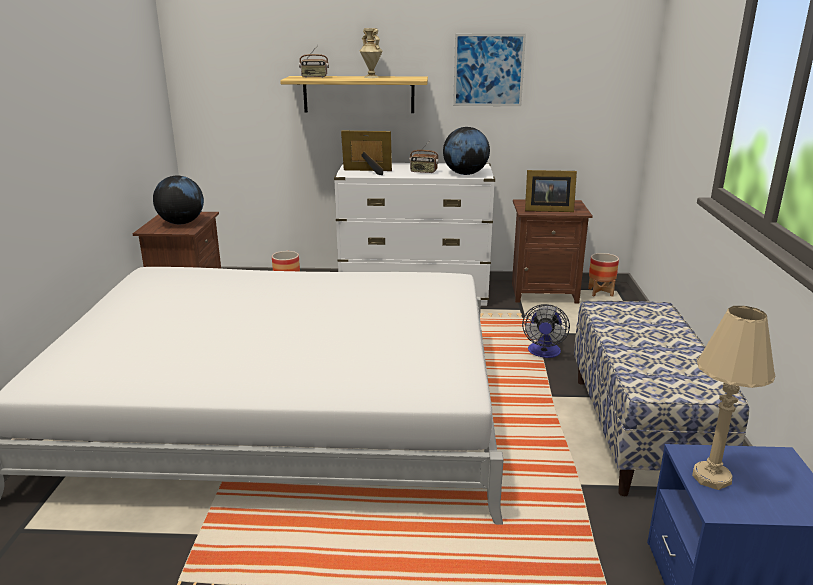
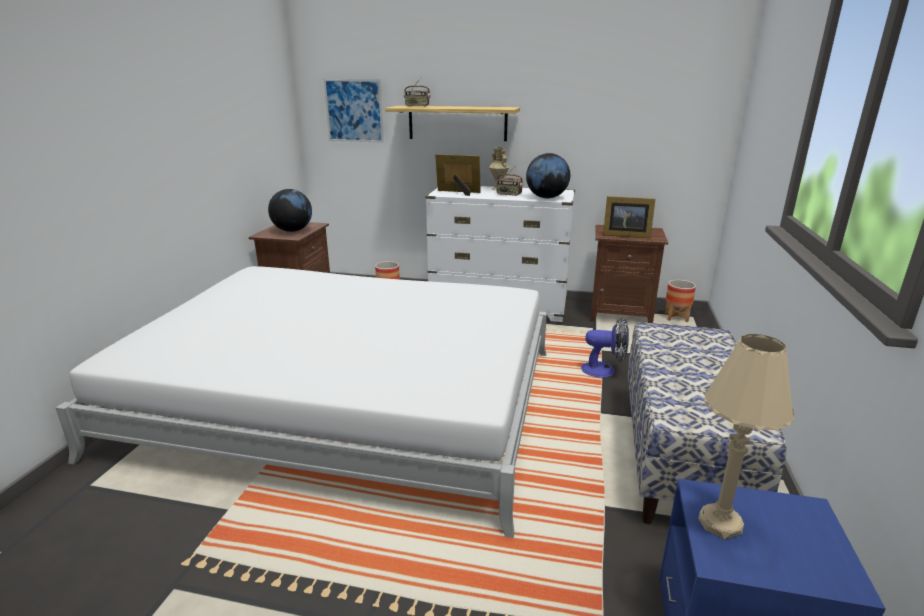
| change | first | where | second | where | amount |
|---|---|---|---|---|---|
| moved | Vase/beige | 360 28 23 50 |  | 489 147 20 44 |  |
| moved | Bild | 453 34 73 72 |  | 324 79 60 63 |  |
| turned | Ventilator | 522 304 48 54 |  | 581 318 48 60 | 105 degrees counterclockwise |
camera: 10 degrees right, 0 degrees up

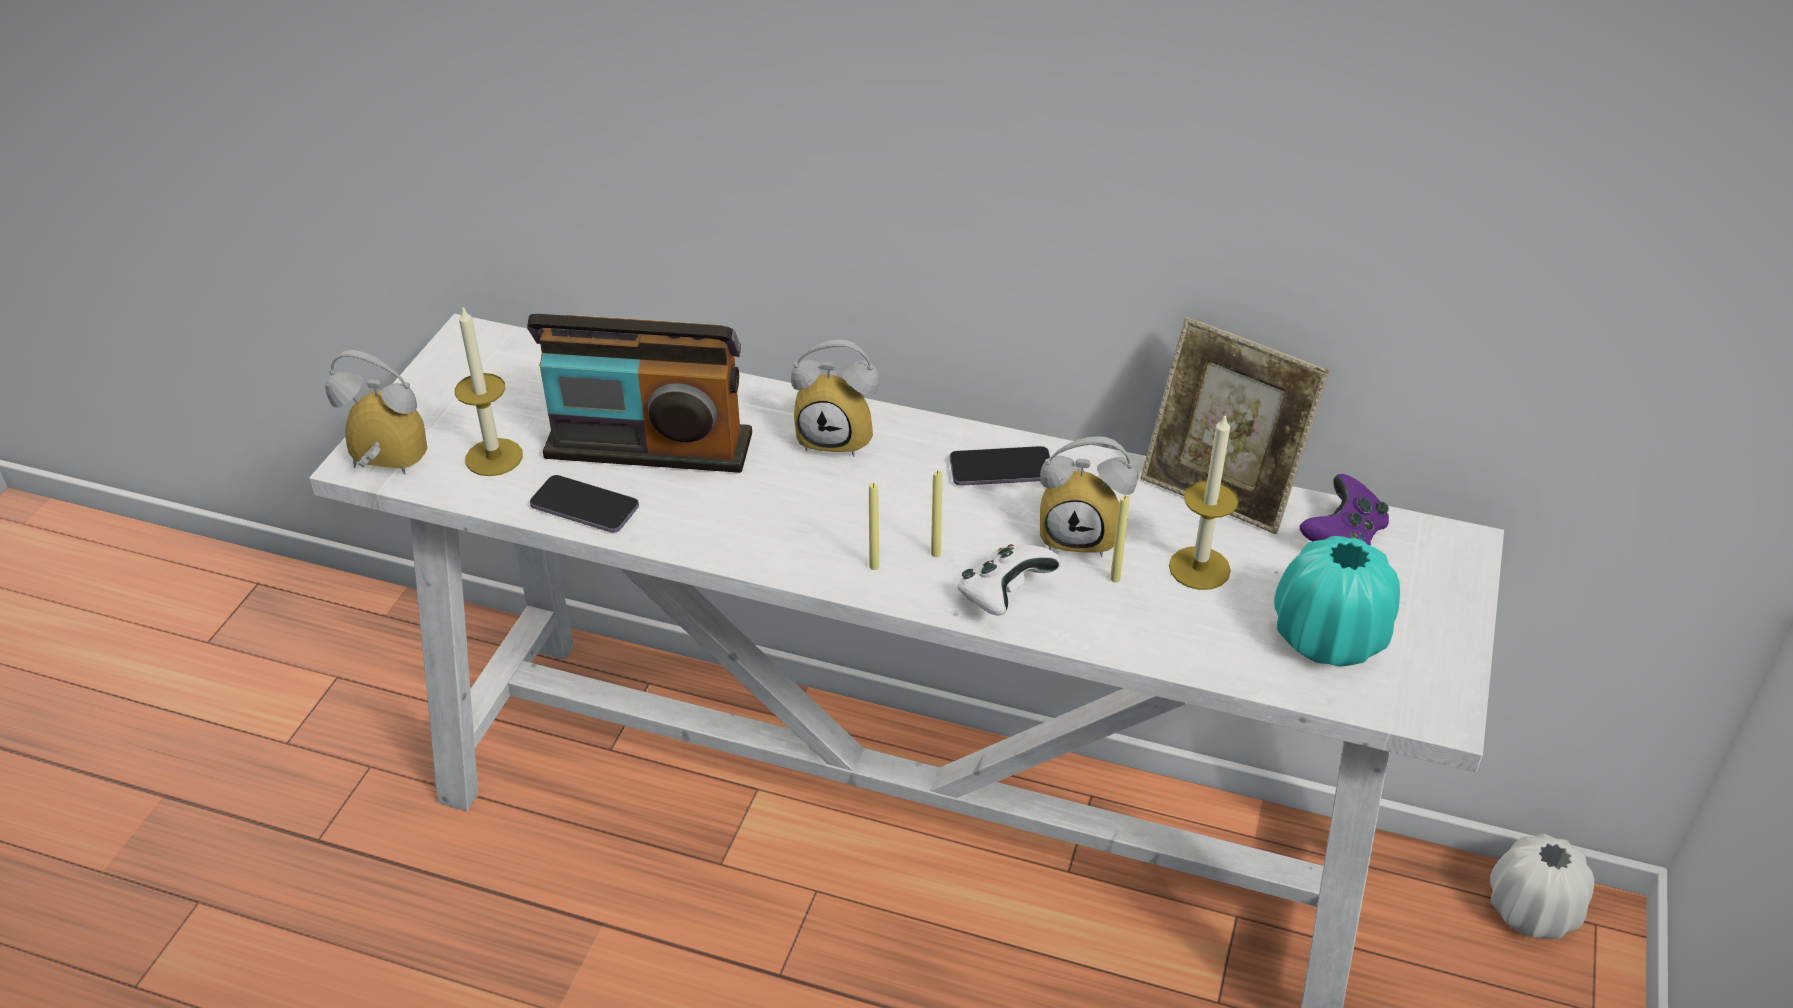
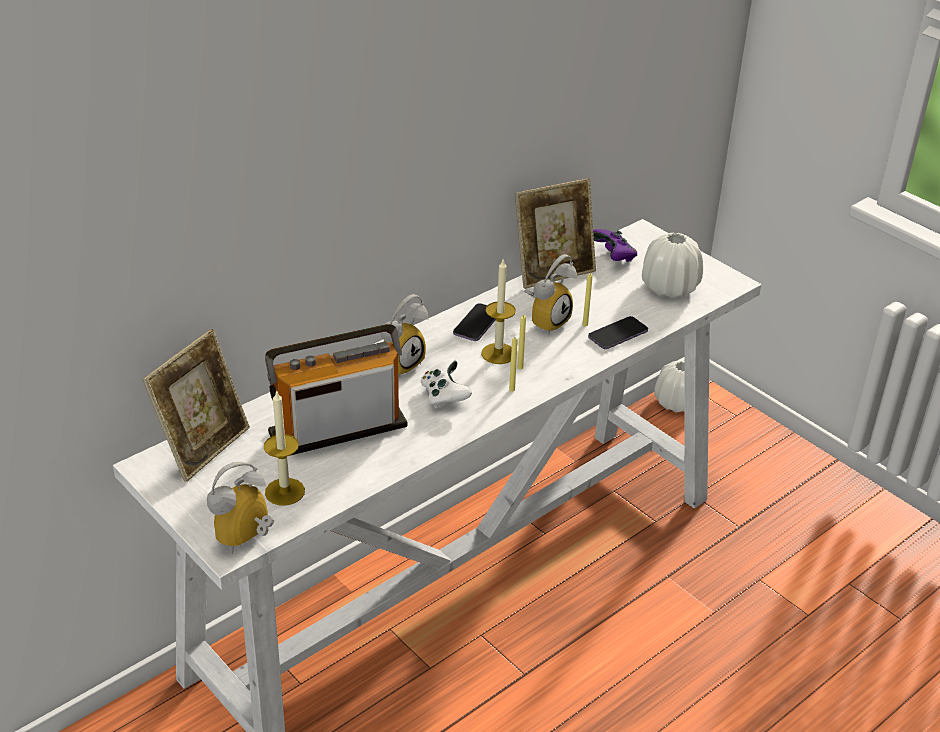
| change | first | where | second | where | amount |
|---|---|---|---|---|---|
| turned | Radio | 527 314 225 159 |  | 265 324 142 131 | 150 degrees counterclockwise |
| moved | Kerze | 1169 413 70 177 |  | 481 260 35 104 |  |
| moved | Handy | 530 475 109 58 |  | 588 316 60 33 |  |
| recoloured | Vase/türkis | 1274 536 126 131 | Vase/weiß | 642 233 61 65 |  |
| moved | Gamepad/weiß | 957 544 104 72 |  | 421 359 51 49 |  |
| added |  |  | Bilderrahmen | 143 329 107 153 |  |
camera: 60 degrees left, 5 degrees down

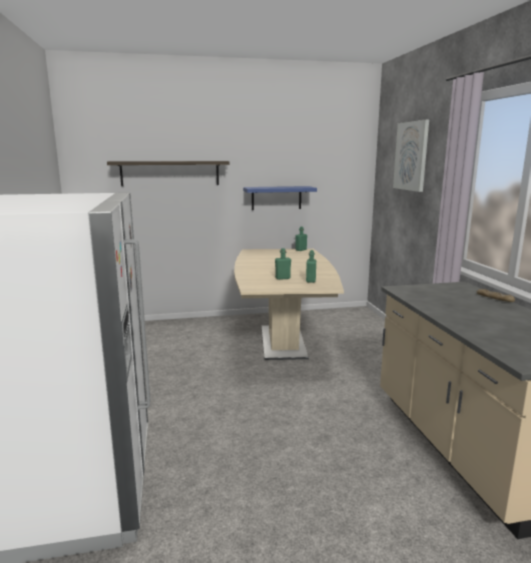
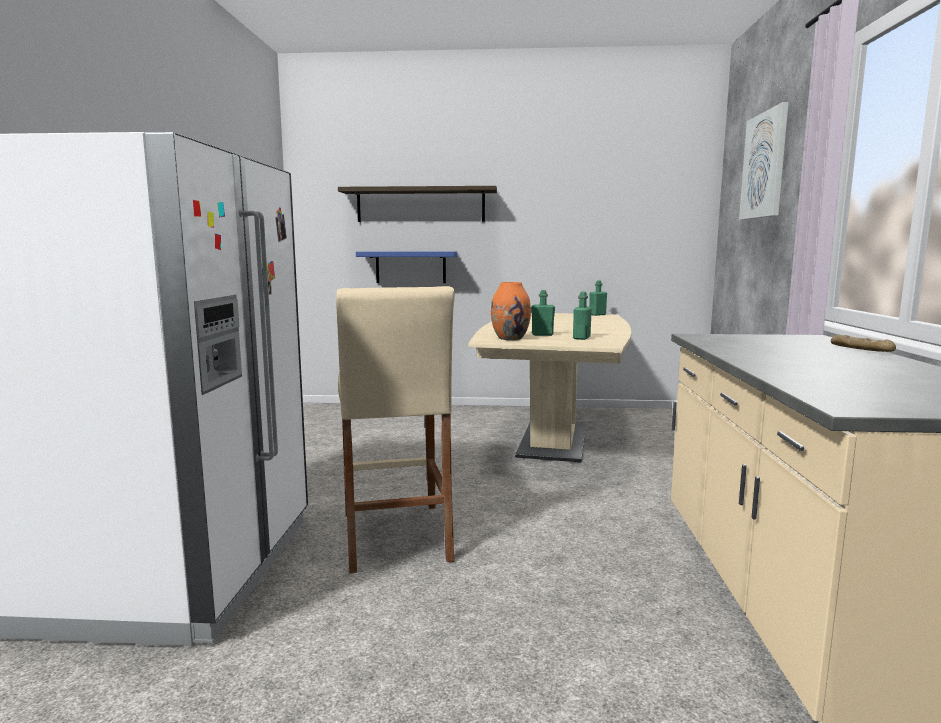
| change | first | where | second | where | amount |
|---|---|---|---|---|---|
| moved | Wandregal/blau | 243 186 74 24 |  | 356 252 101 31 |  |
| added |  |  | Vase/orange | 491 282 40 58 |  |
| added |  |  | Hocker/beige | 336 286 119 287 |  |
camera: 15 degrees right, 5 degrees down

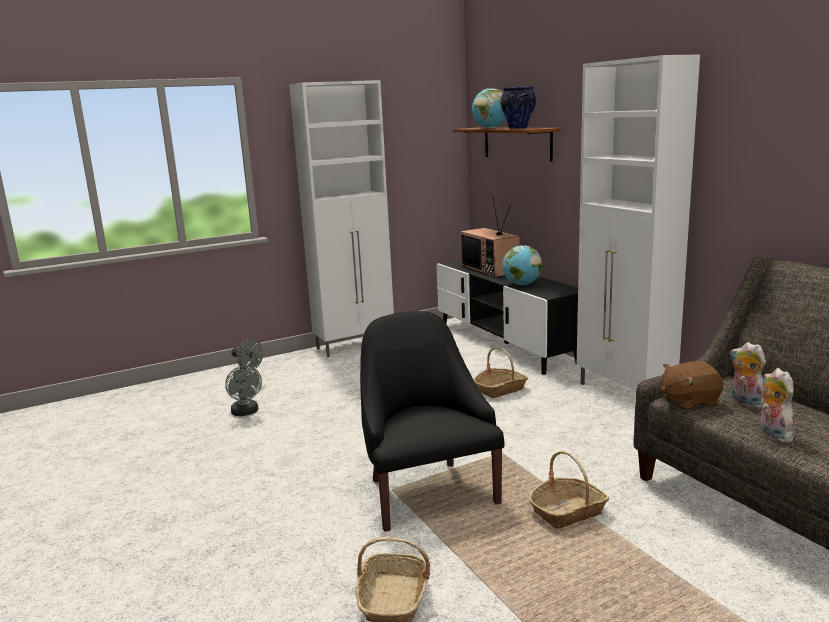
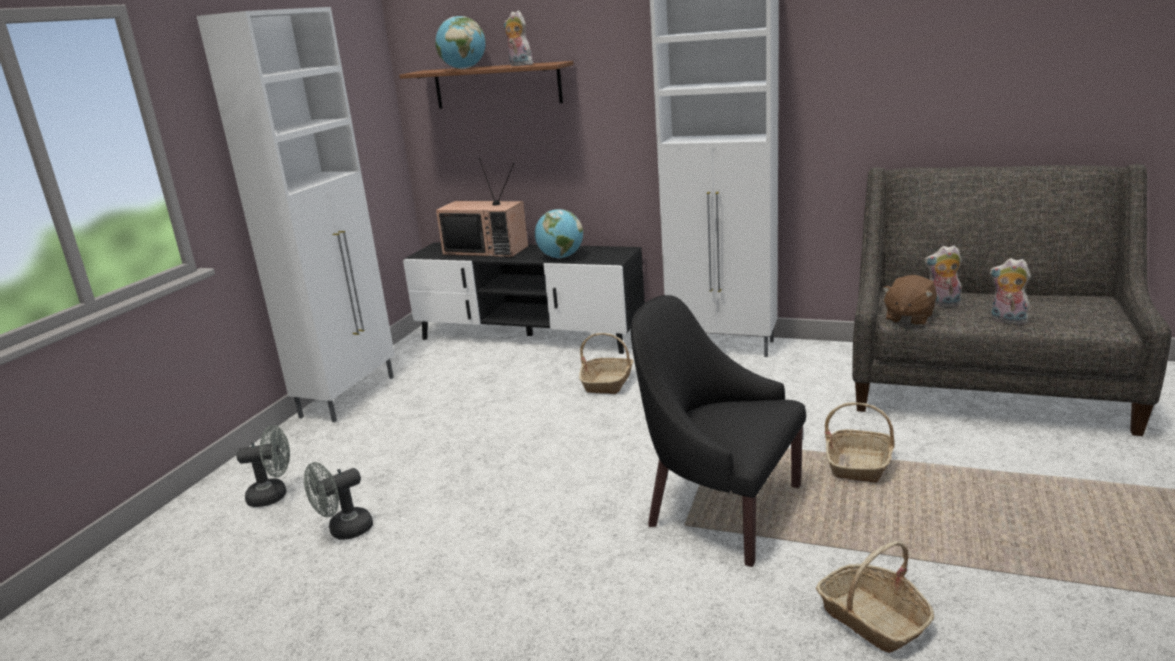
| change | first | where | second | where | amount |
|---|---|---|---|---|---|
| replaced | Vase | 500 86 36 43 | Plüschtier | 504 11 29 55 |  |
| turned | Ventilator/grau | 225 366 37 50 |  | 304 462 69 78 | 120 degrees clockwise |
camera: 40 degrees left, 5 degrees up

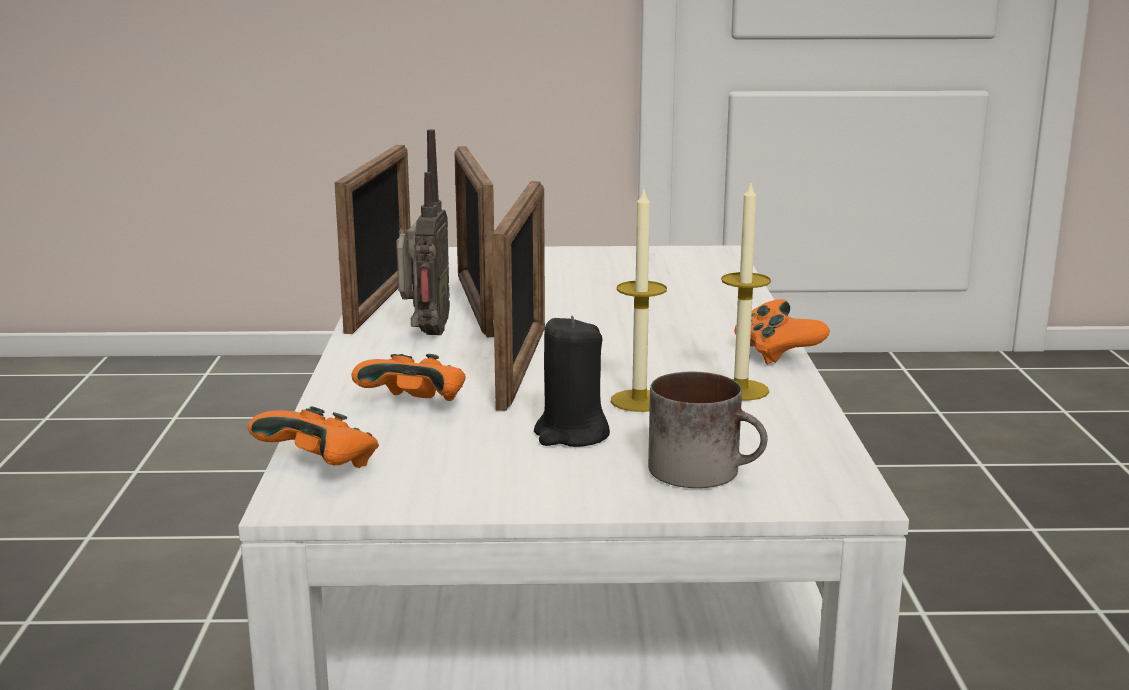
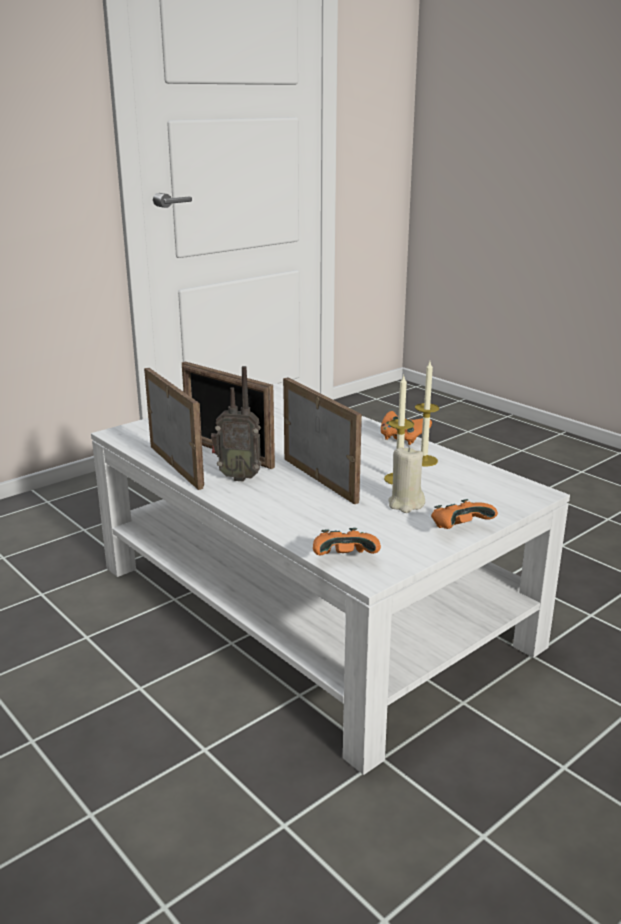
| change | first | where | second | where | amount |
|---|---|---|---|---|---|
| turned | Radio | 396 129 54 206 |  | 211 366 51 116 | 135 degrees clockwise |
| recoloured | Kerze/schwarz | 534 316 76 131 | Kerze/beige | 388 446 37 67 |  |
| moved | Gamepad/orange | 351 354 115 47 |  | 431 499 67 30 |  |
| removed | Henkelbecher | 648 371 120 117 |  |  |  |
camera: 40 degrees left, 5 degrees up

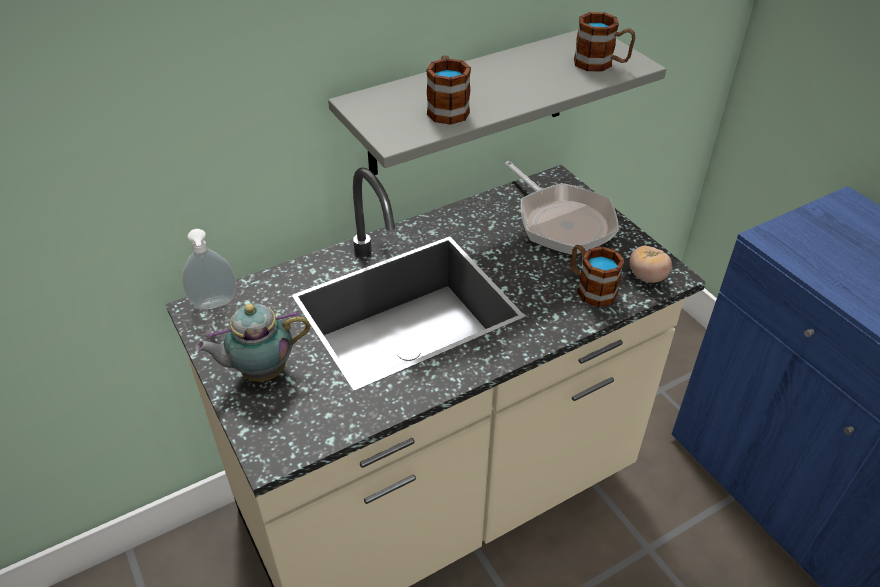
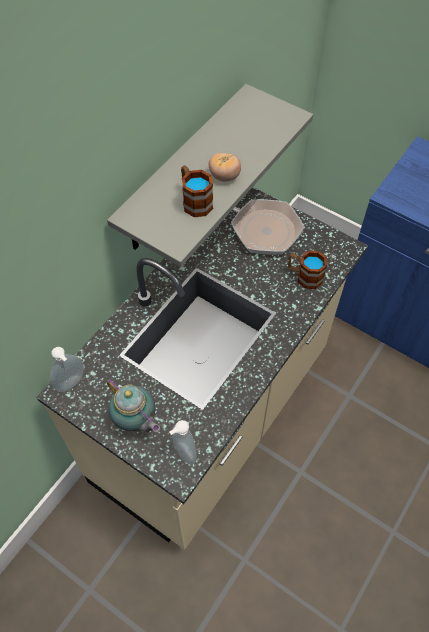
| change | first | where | second | where | amount |
|---|---|---|---|---|---|
| removed | Henkelbecher | 574 12 61 60 |  |  |  |
| moved | Tomate | 630 246 42 37 |  | 209 153 32 29 |  |
| turned | Teekanne | 195 303 115 79 |  | 106 378 54 54 | 90 degrees counterclockwise |
| added |  |  | Seifenspender | 169 420 27 45 |  |
camera: 25 degrees left, 15 degrees up

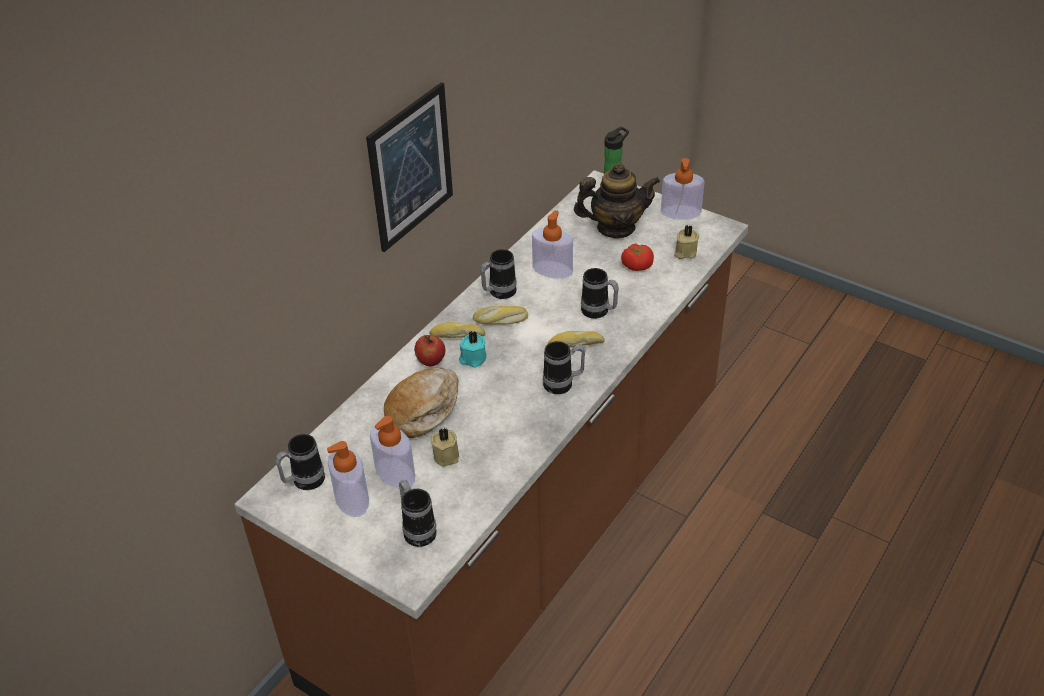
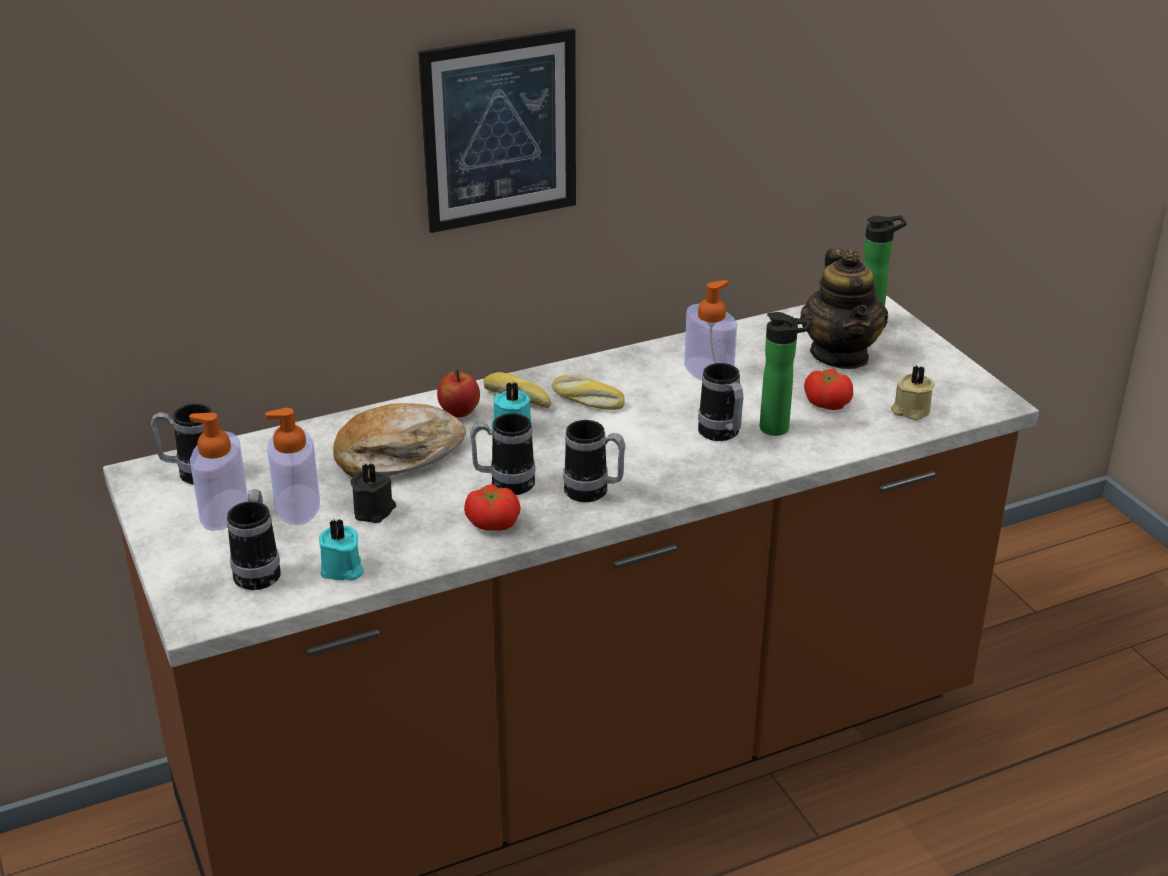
| change | first | where | second | where | amount |
|---|---|---|---|---|---|
| removed | Seifenspender | 661 158 44 62 |  |  |  |
| turned | Teekanne | 574 163 86 76 |  | 800 248 88 121 | 60 degrees clockwise |
| moved | Henkelbecher | 480 249 37 50 |  | 470 413 65 82 |  |
| removed | Brot | 548 331 57 16 |  |  |  |
| recoloured | Kerze/beige | 430 427 29 40 | Kerze/schwarz | 350 463 46 60 |  |
| added |  |  | Flasche | 760 312 51 124 |  |
| added |  |  | Tomate | 464 484 57 47 |  |
| added |  |  | Kerze/türkis | 319 519 45 62 |  |
camera: 30 degrees right, 10 degrees down

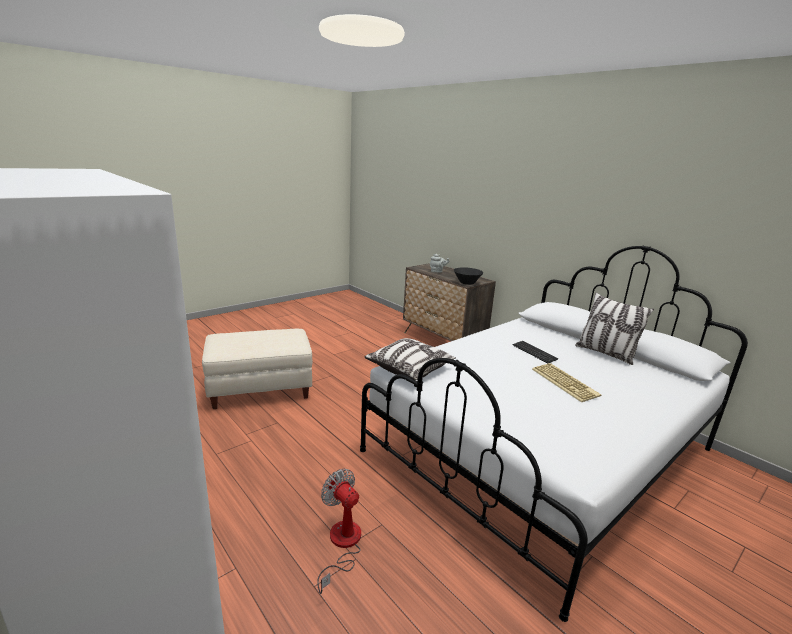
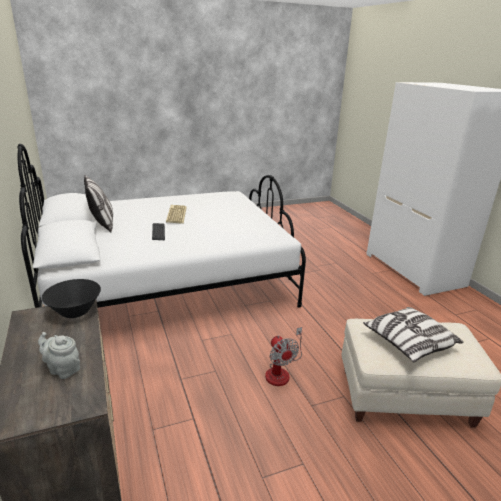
| change | first | where | second | where | amount |
|---|---|---|---|---|---|
| moved | Kissen | 365 338 91 42 |  | 363 307 101 55 |  |
| moved | Ventilator | 317 469 44 125 |  | 265 327 37 59 |  |
camera: 160 degrees left, 5 degrees up

